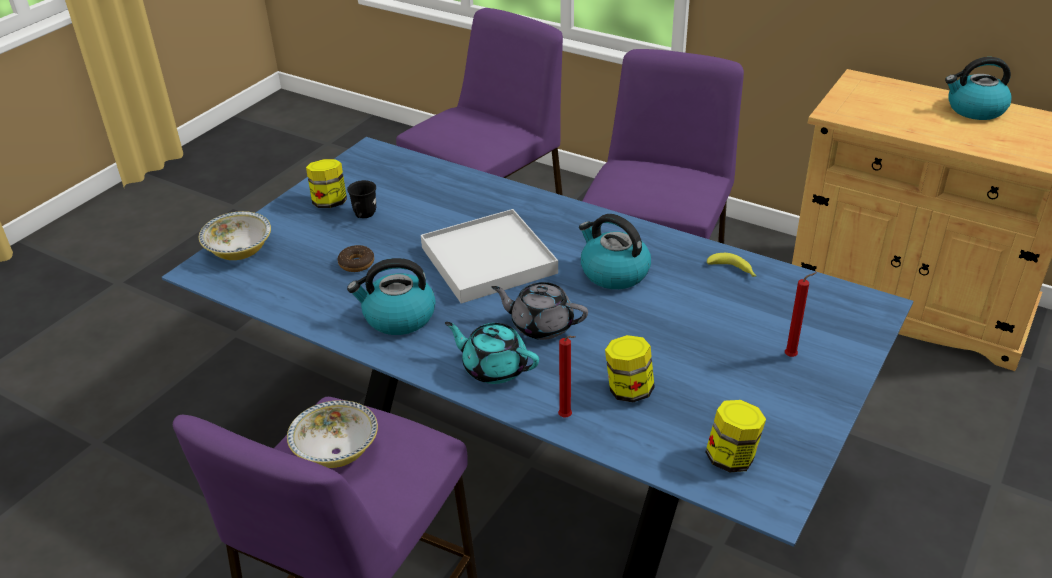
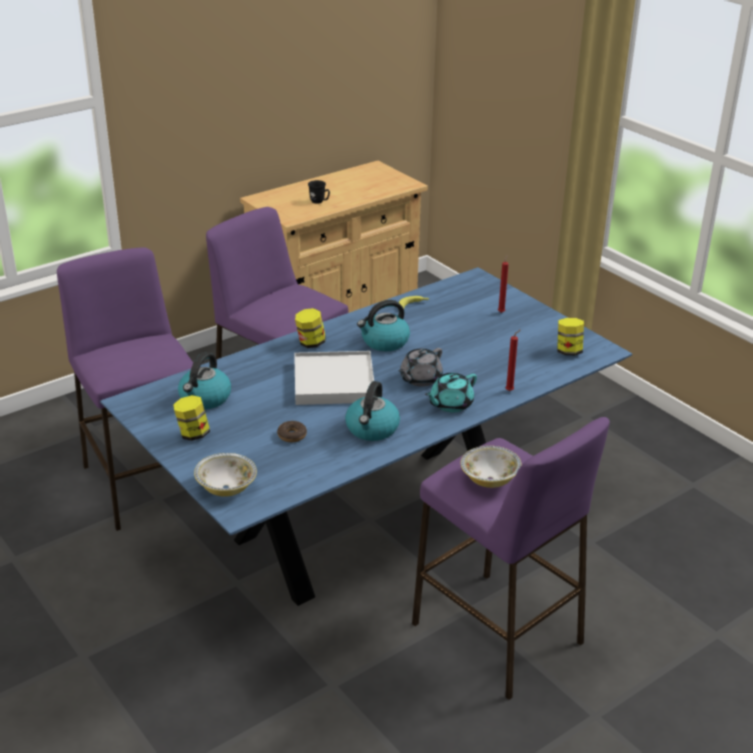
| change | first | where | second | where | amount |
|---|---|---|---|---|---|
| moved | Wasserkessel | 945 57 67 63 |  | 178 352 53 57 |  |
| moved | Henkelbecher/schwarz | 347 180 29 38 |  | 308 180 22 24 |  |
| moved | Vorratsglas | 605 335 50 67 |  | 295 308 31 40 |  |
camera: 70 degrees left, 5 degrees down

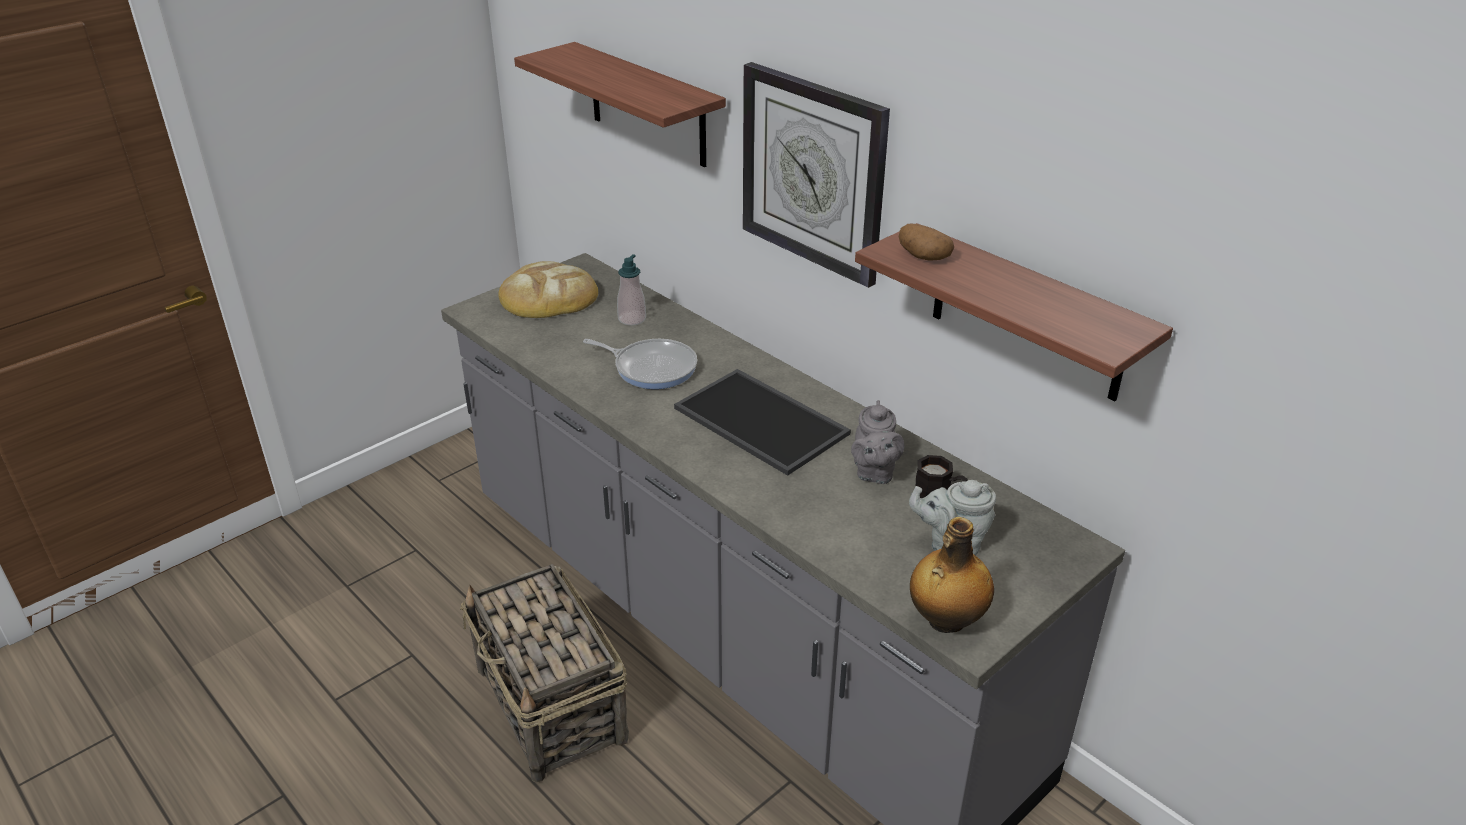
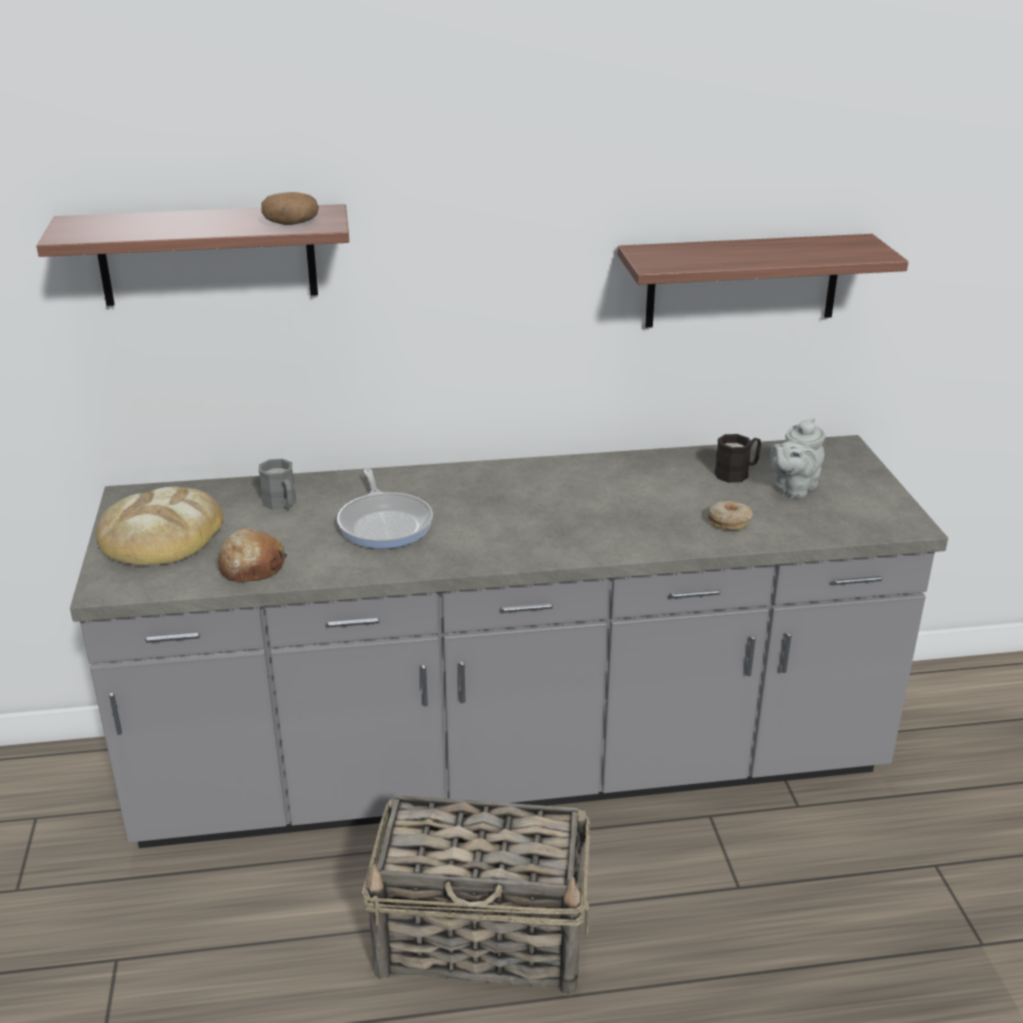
| change | first | where | second | where | amount |
|---|---|---|---|---|---|
| removed | Wanduhr | 743 62 147 226 |  |  |  |
| moved | Kartoffel | 899 223 55 37 |  | 261 192 58 33 |  |
| replaced | Seifenspender | 617 254 29 72 | Henkelbecher/grau | 259 459 37 51 |  |
| turned | Pfanne | 583 339 114 50 |  | 337 468 96 81 | 105 degrees clockwise |
| removed | Tablett | 674 369 177 107 |  |  |  |
| removed | Teekanne/grau | 851 400 53 84 |  |  |  |
| removed | Flasche | 910 517 84 116 |  |  |  |
| added |  |  | Donut | 708 501 45 29 |  |
| added |  |  | Brot | 218 528 69 54 |  |
camera: 55 degrees left, 5 degrees down

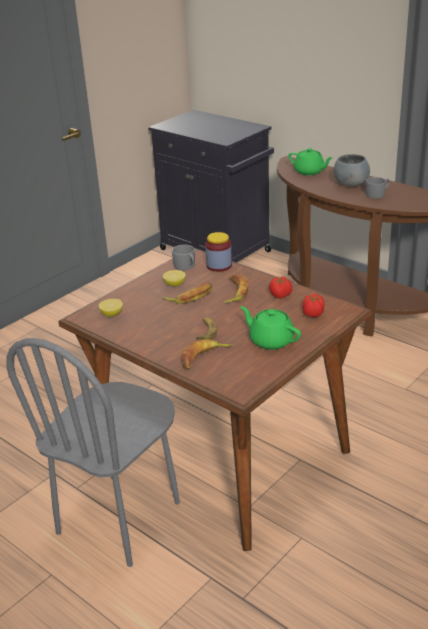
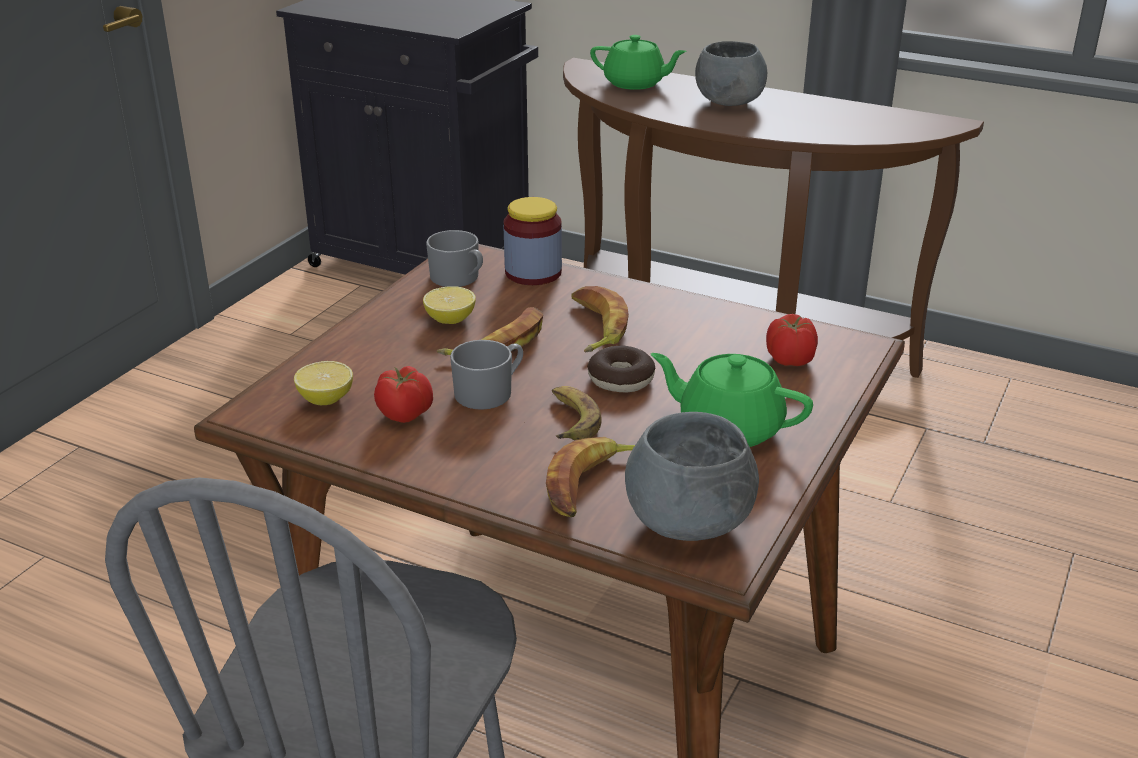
| change | first | where | second | where | amount |
|---|---|---|---|---|---|
| moved | Henkelbecher/grau | 366 177 24 22 |  | 450 340 73 70 |  |
| moved | Tomate | 269 276 23 23 |  | 374 366 59 57 |  |
| added |  |  | Donut | 587 346 68 47 |  |
| added |  |  | Schüssel/grau | 625 412 134 129 |  |
camera: 15 degrees left, 0 degrees up

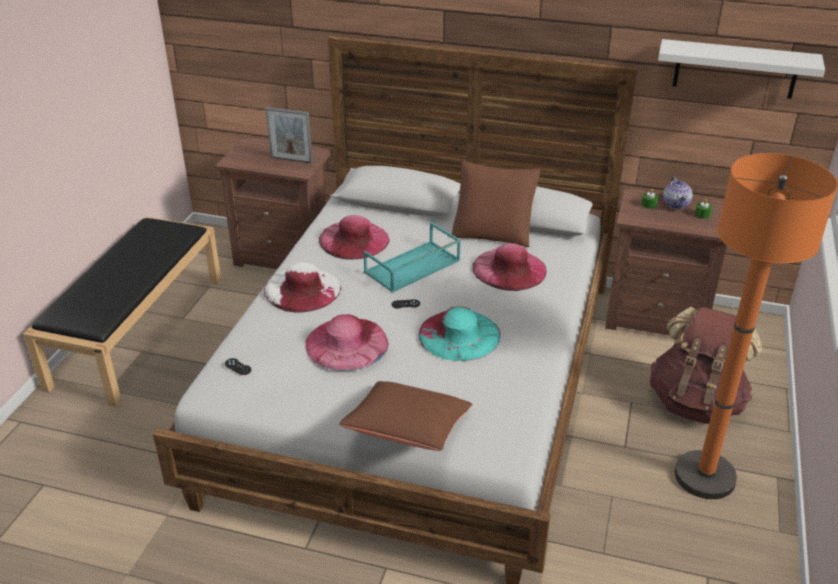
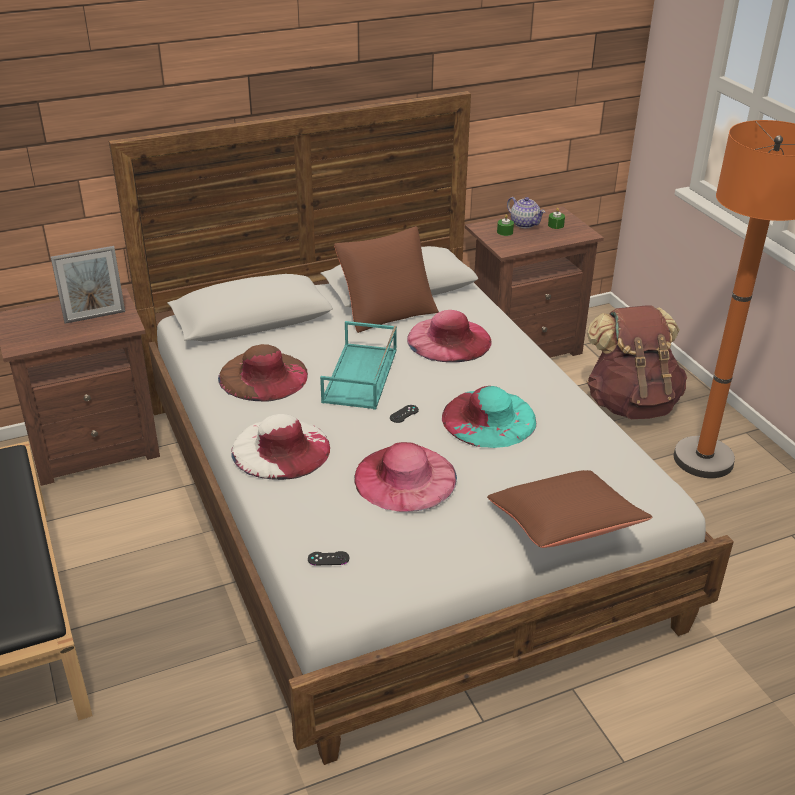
| change | first | where | second | where | amount |
|---|---|---|---|---|---|
| removed | Wandregal/weiß | 658 39 167 60 |  |  |  |
| recoloured | Hut/rosa | 319 215 71 44 | Hut/braun | 218 344 90 58 |  |
camera: 40 degrees left, 0 degrees up

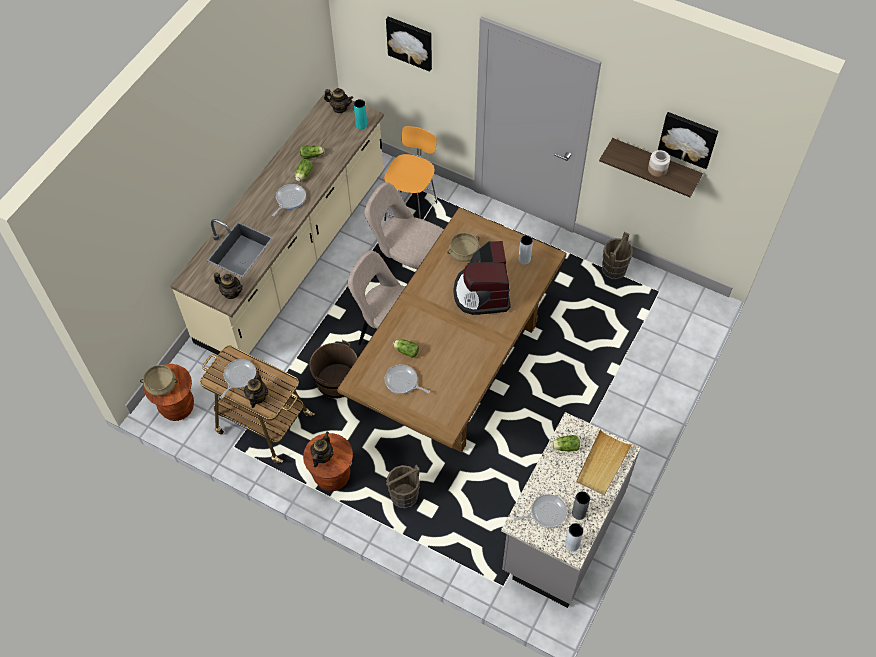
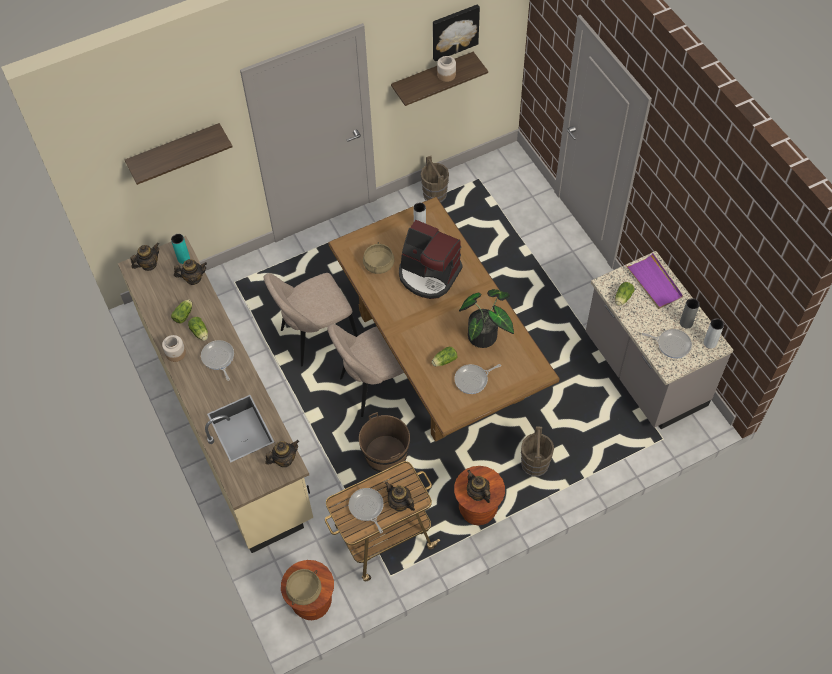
| change | first | where | second | where | amount |
|---|---|---|---|---|---|
| replaced | Bild | 386 17 46 55 | Wandregal | 125 123 107 62 |  |
| removed | Hocker/orange | 384 126 53 95 |  |  |  |
| recoloured | Tablett/beige | 576 429 56 66 | Tablett/lila | 626 253 57 56 |  |
| turned | Pfanne | 514 494 53 34 |  | 642 329 50 29 | 90 degrees clockwise |
| added |  |  | Teekanne | 174 259 33 26 |  |
| added |  |  | Topfpflanze | 459 289 55 59 |  |
| added |  |  | Vorratsglas | 162 335 24 27 |  |
camera: 55 degrees left, 0 degrees up

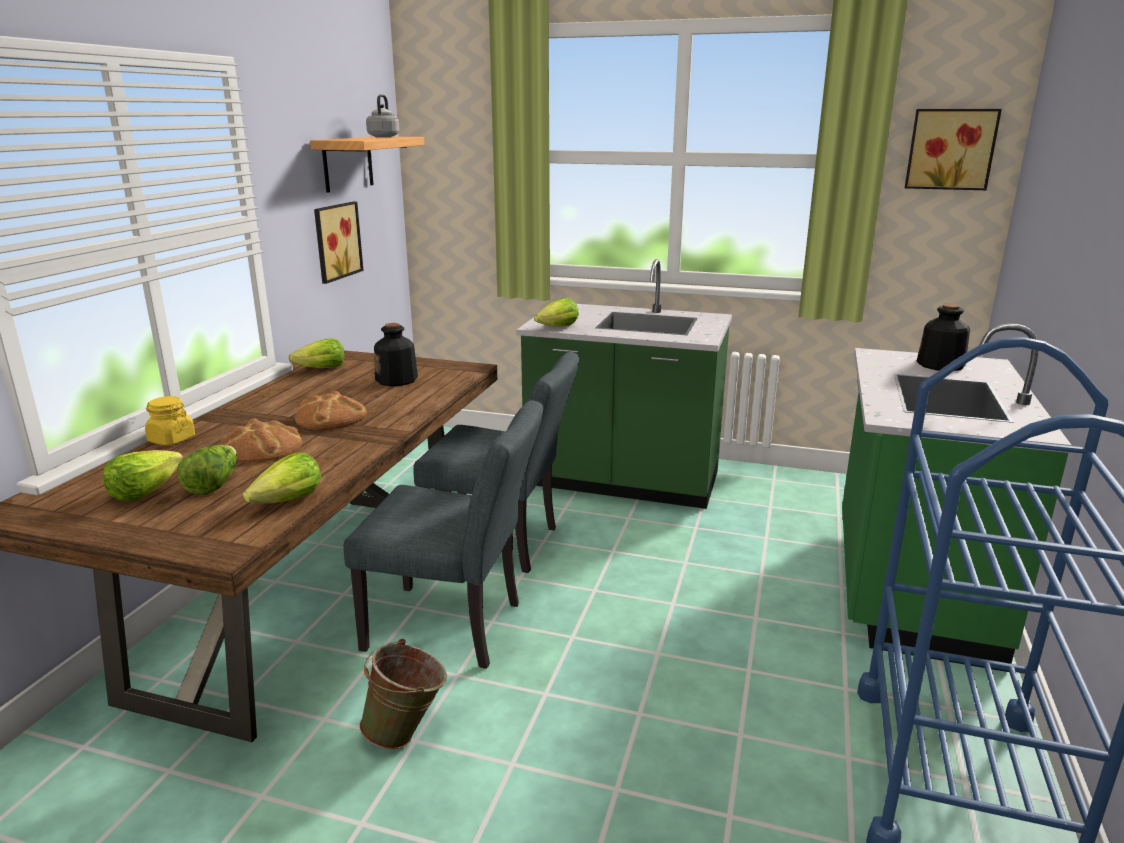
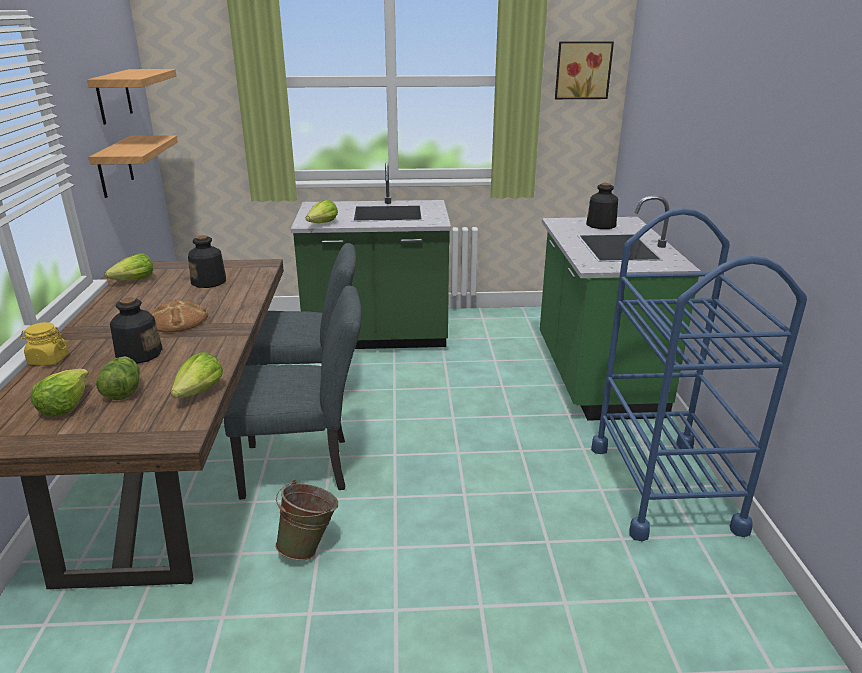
| change | first | where | second | where | amount |
|---|---|---|---|---|---|
| removed | Wasserkessel/grau | 366 94 33 43 |  |  |  |
| replaced | Bild | 314 202 50 82 | Wandregal | 88 135 90 63 |  |
| replaced | Brot | 220 418 82 45 | Flasche | 110 297 53 67 |  |
camera: 20 degrees left, 5 degrees up

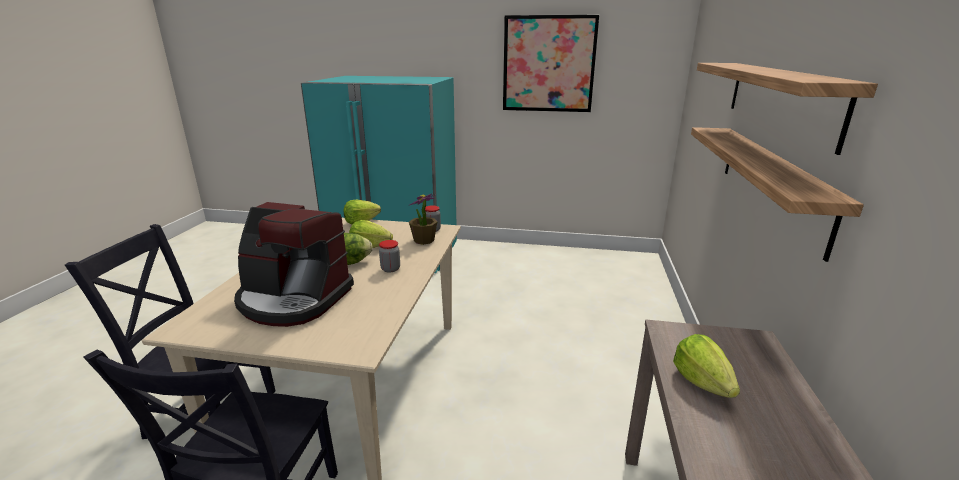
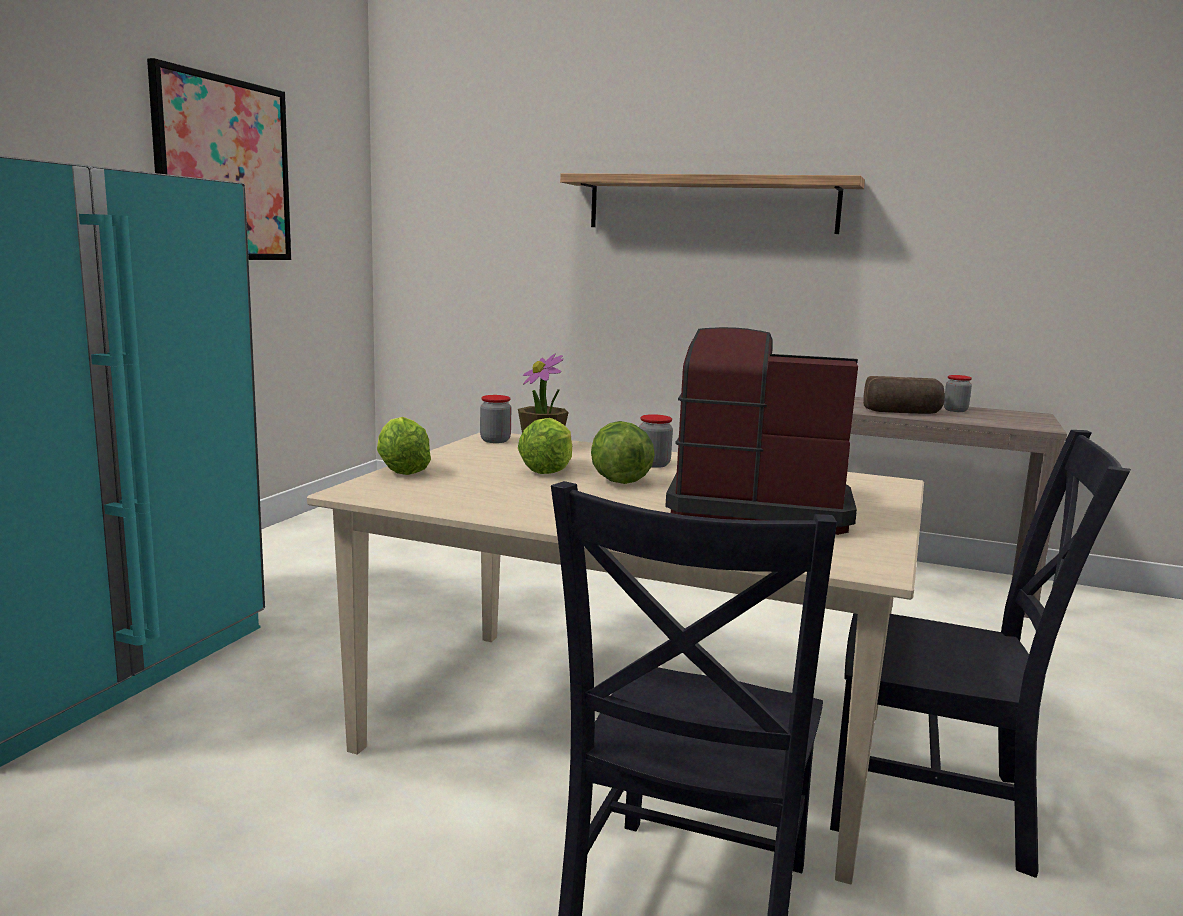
| change | first | where | second | where | amount |
|---|---|---|---|---|---|
| removed | Wandregal | 691 127 173 135 |  |  |  |
| turned | Kaffeemaschine | 234 202 120 125 |  | 665 327 193 208 | 105 degrees counterclockwise |
| replaced | Salatkopf | 673 334 67 64 | Brot | 863 376 82 38 |  |
| added |  |  | Vorratsglas | 944 375 28 37 |  |
camera: 80 degrees left, 10 degrees down

